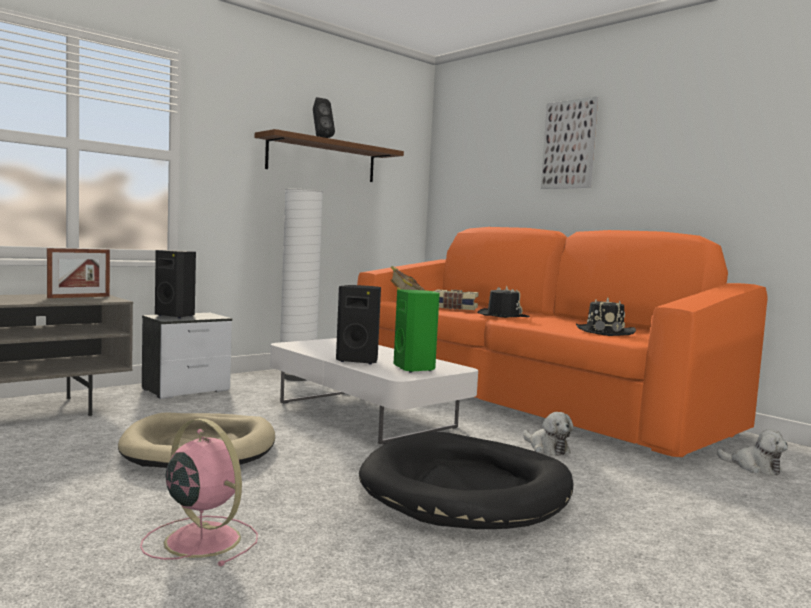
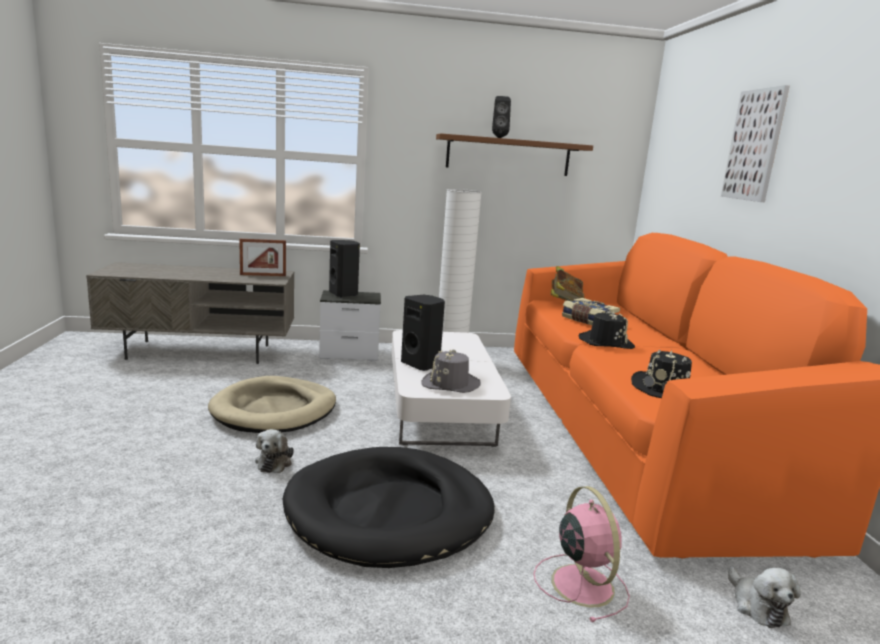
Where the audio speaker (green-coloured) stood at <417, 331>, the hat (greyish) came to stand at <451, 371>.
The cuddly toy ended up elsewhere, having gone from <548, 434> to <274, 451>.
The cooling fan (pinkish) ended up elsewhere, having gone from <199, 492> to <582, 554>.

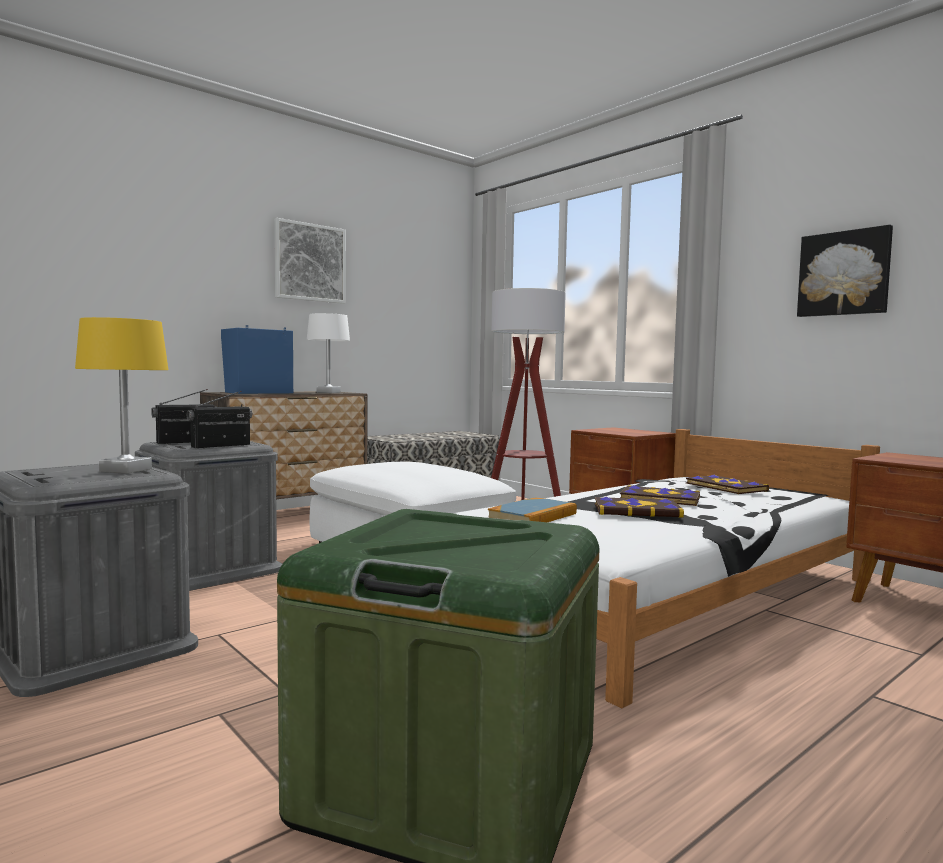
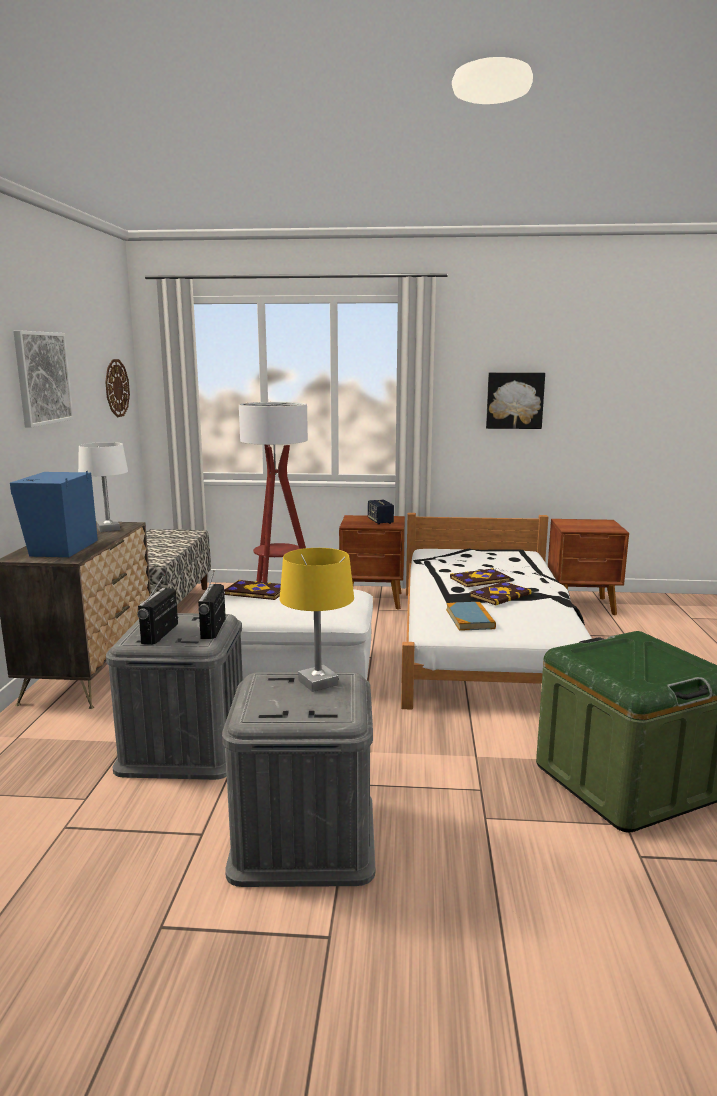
The volume ended up elsewhere, having gone from <727, 484> to <252, 590>.
The second view gained the wall clock at <117, 388>.
The second view gained the audio speaker at <381, 512>.

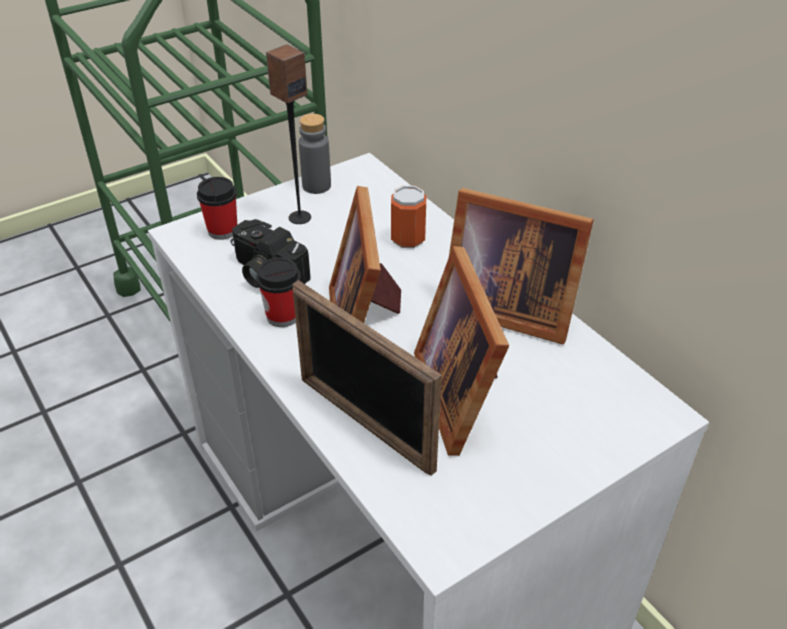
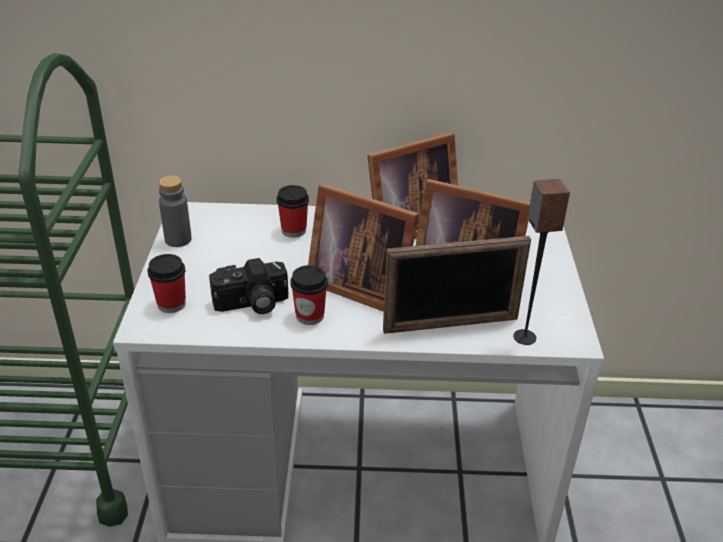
The audio speaker ended up elsewhere, having gone from <288, 134> to <541, 262>.
Where the metal can stood at <408, 216>, the cup came to stand at <292, 211>.

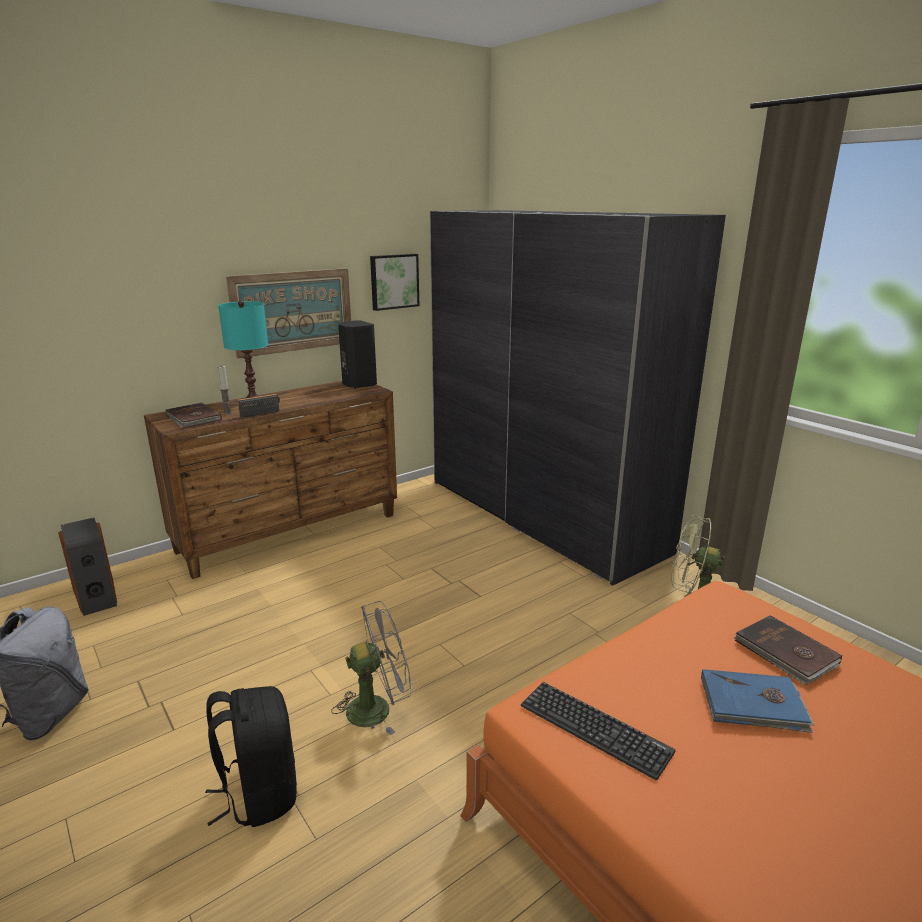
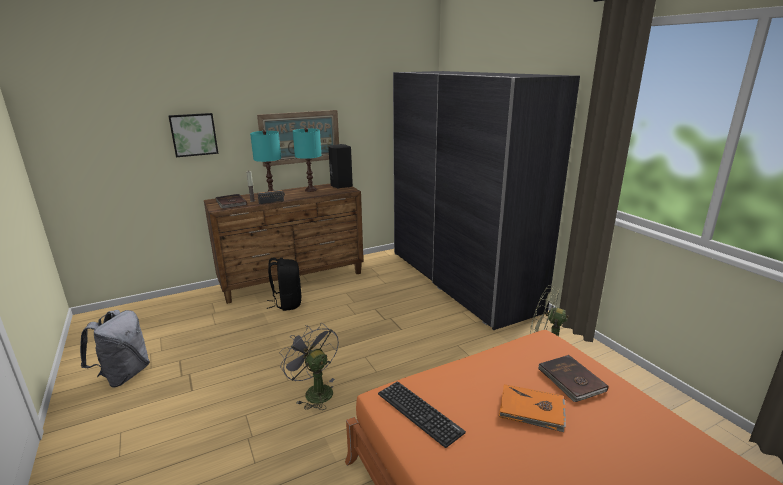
The wall art ended up elsewhere, having gone from <394, 282> to <193, 135>.
The second view lost the audio speaker at <87, 567>.
The cooling fan (greyish) at <371, 668> ended up facing another way, 120 degrees counterclockwise from before.
What was the volume (bluish) at <757, 701> turned into the volume (orangey) at <532, 408>.
The rucksack (blackish) ended up elsewhere, having gone from <251, 756> to <284, 284>.
The second view gained the table lamp (blue-green) at <307, 160>.

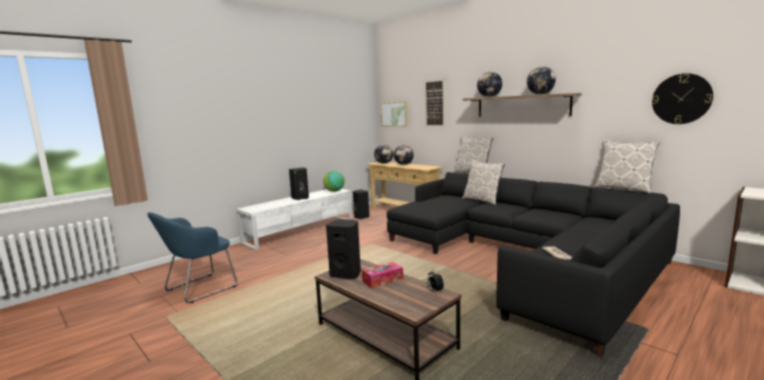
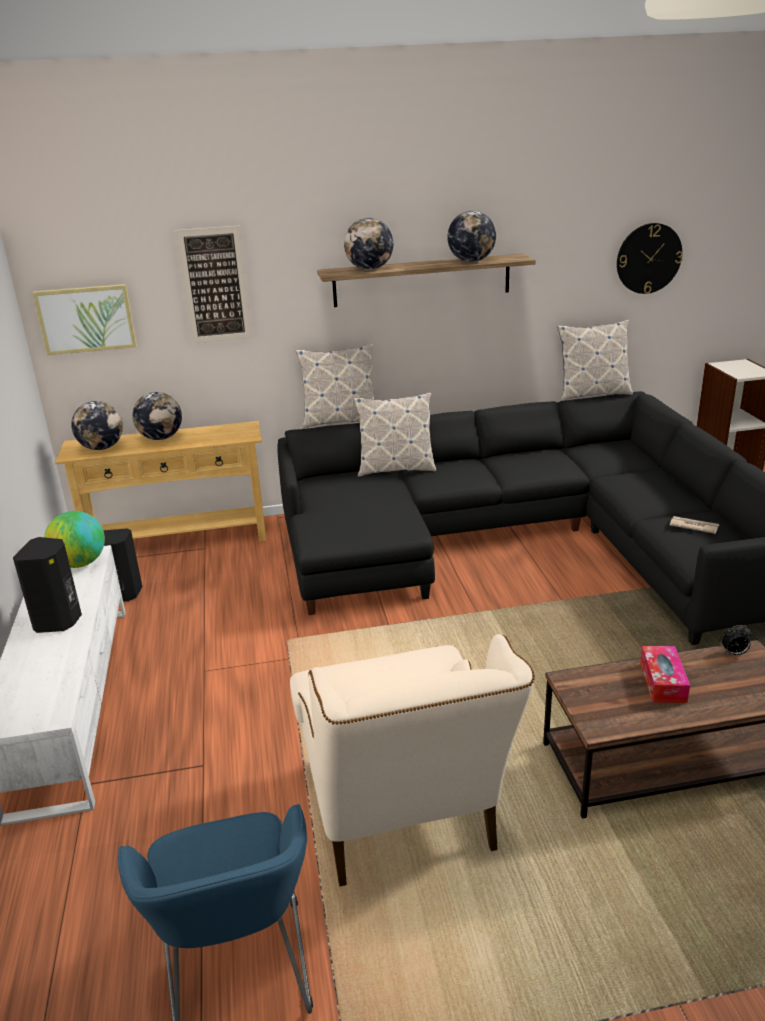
The second view lost the audio speaker (blackish) at <343, 249>.
The second view gained the lounge chair (sand-coloured) at <412, 760>.

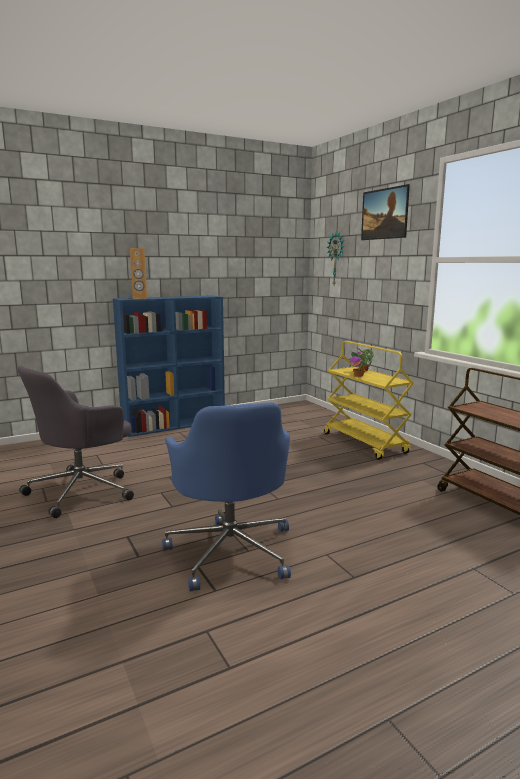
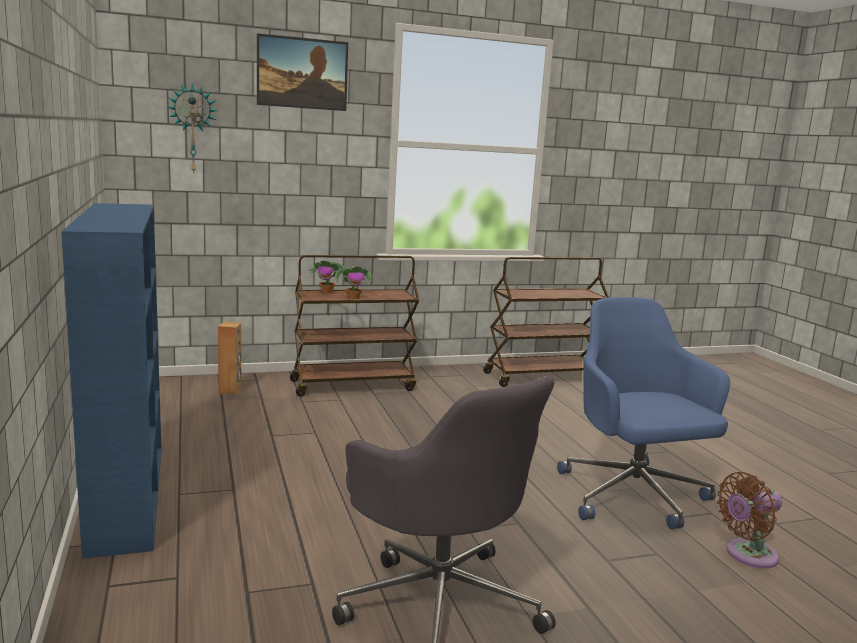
The audio speaker (brownish) ended up elsewhere, having gone from <138, 273> to <229, 358>.
What was the trolley (yellow-coloured) at <369, 400> turned into the trolley (brownish) at <354, 326>.
The desk chair (bluish) at <226, 497> ended up facing another way, 105 degrees counterclockwise from before.
The second view gained the cooling fan (brownish) at <749, 520>.

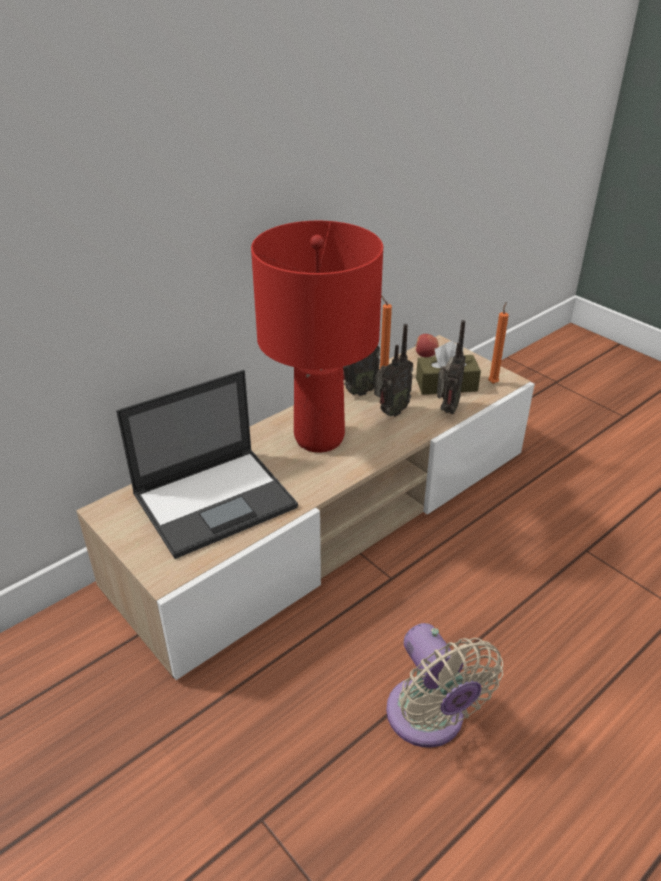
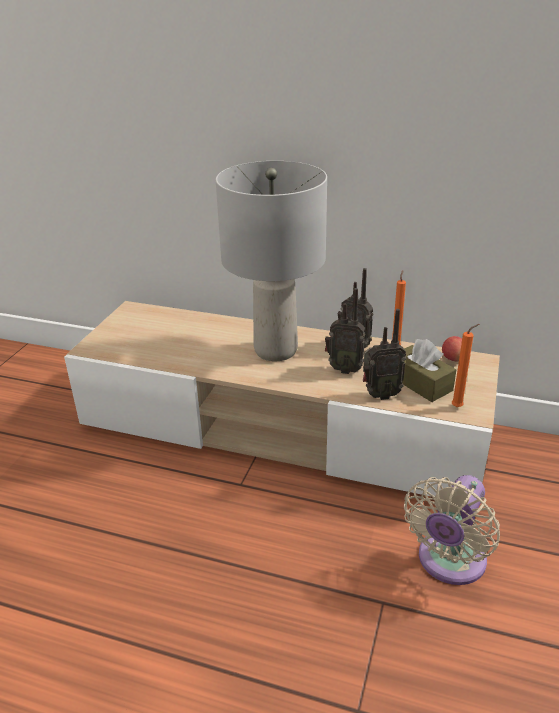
What was the table lamp (reddish) at <317, 336> turned into the table lamp (greyish) at <271, 261>.
The second view lost the portable computer at <207, 464>.
The cooling fan (sand-coloured) ended up elsewhere, having gone from <444, 685> to <452, 530>.

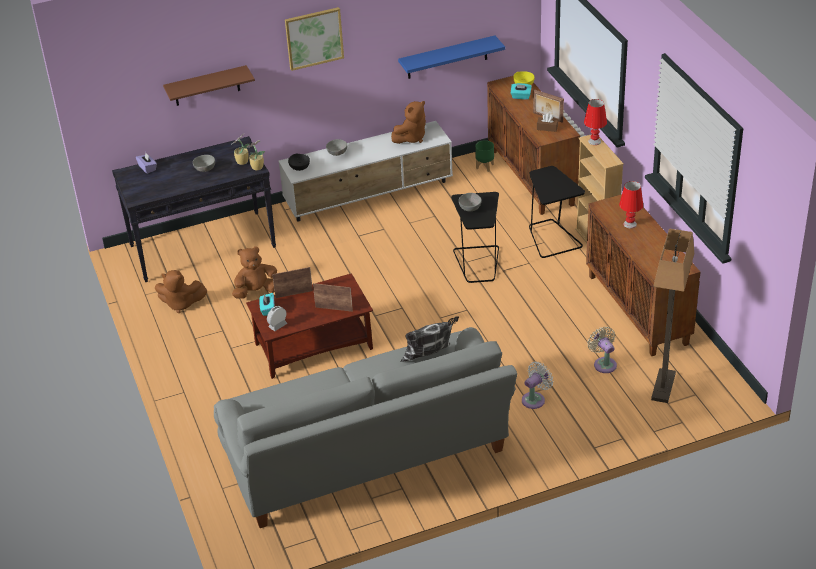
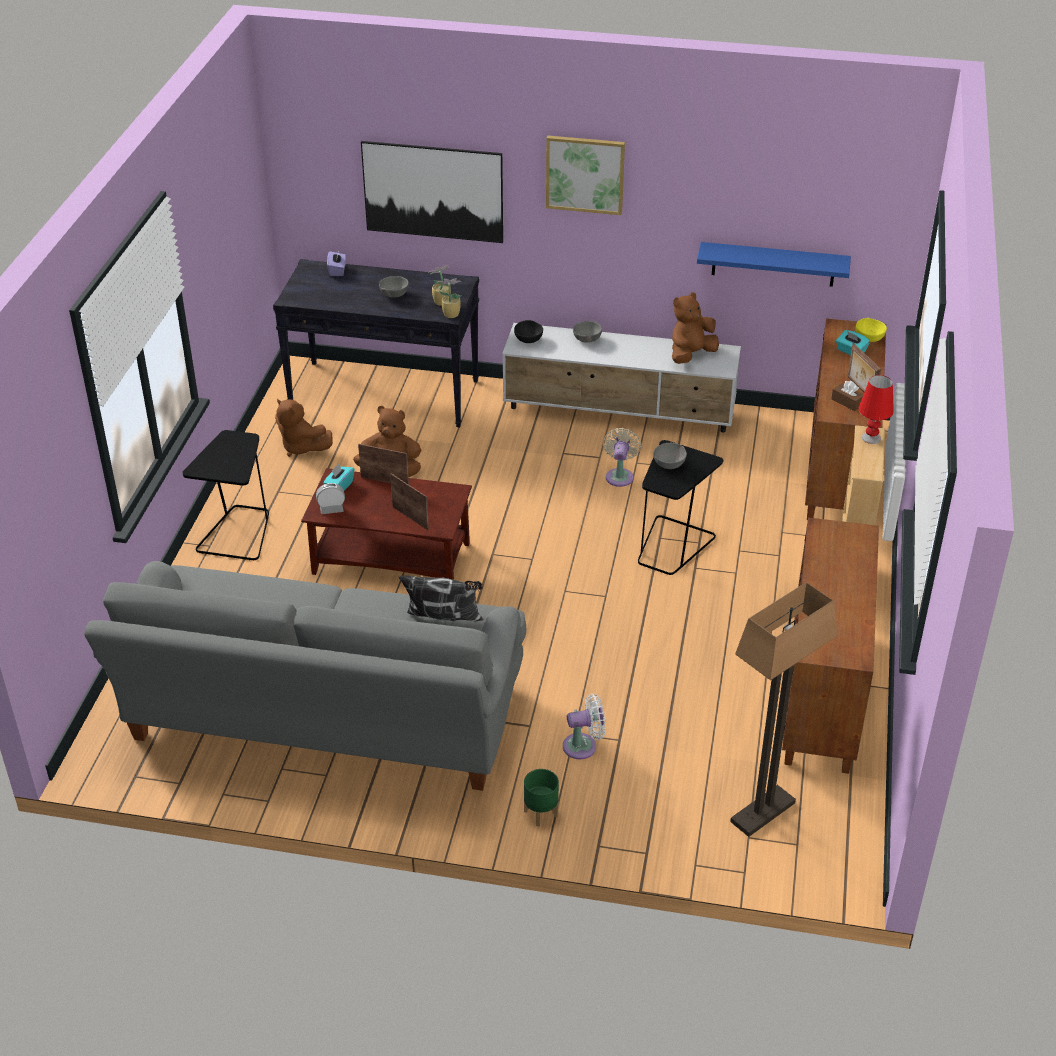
Where the bracket shelf (brownish) hung at <209, 85>, the wall art came to hang at <432, 192>.
The cuddly toy (brownish) at <408, 122> ended up facing another way, 150 degrees clockwise from before.
The plant pot (green-coloured) ended up elsewhere, having gone from <484, 156> to <541, 798>.
The accent table (blackish) ended up elsewhere, having gone from <557, 212> to <225, 495>.
The second view lost the table lamp (reddish) at <631, 204>.
The cooling fan (sand-coloured) ended up elsewhere, having gone from <602, 350> to <622, 457>.

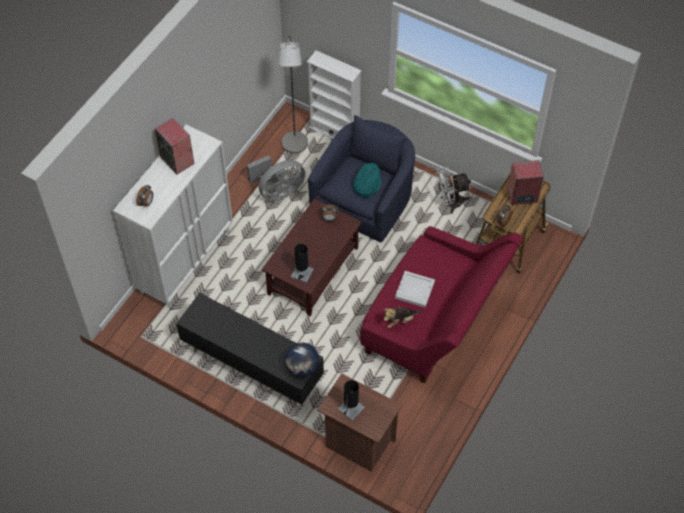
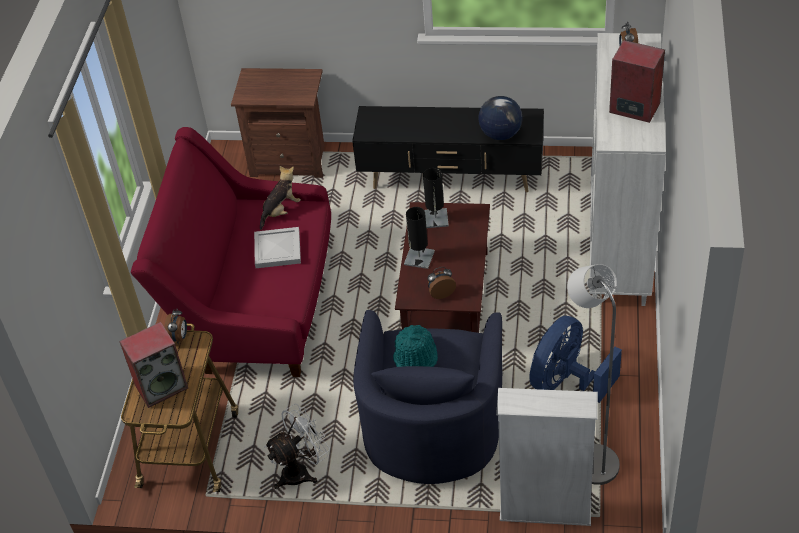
What was the cooling fan (greyish) at <276, 178> turned into the cooling fan (bluish) at <575, 359>.
The world globe ended up elsewhere, having gone from <302, 360> to <500, 118>.
The table lamp (blackish) ended up elsewhere, having gone from <351, 400> to <419, 238>.

